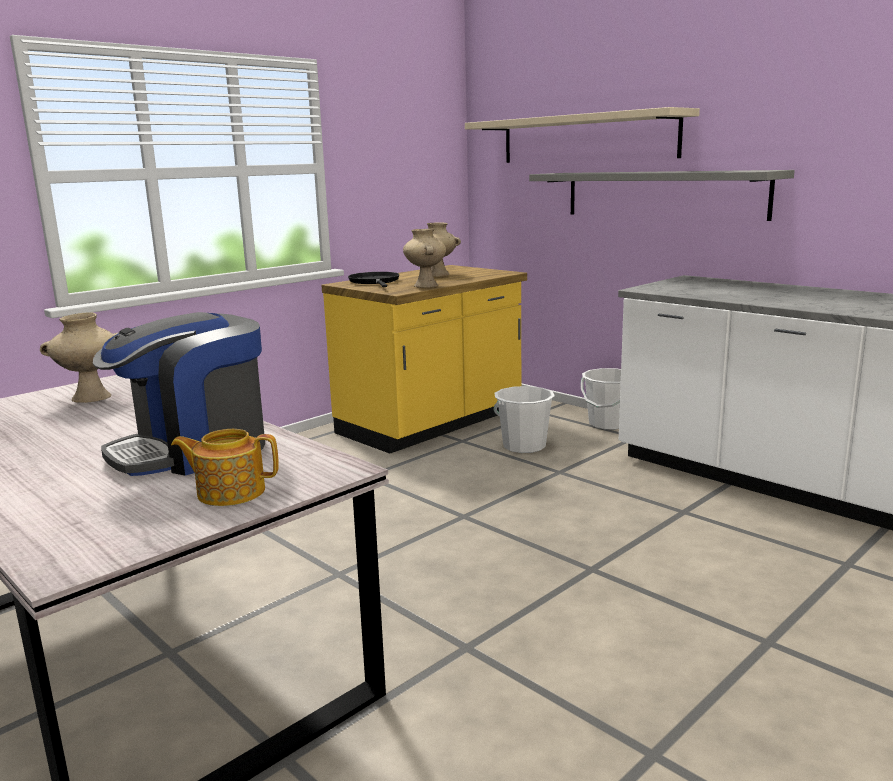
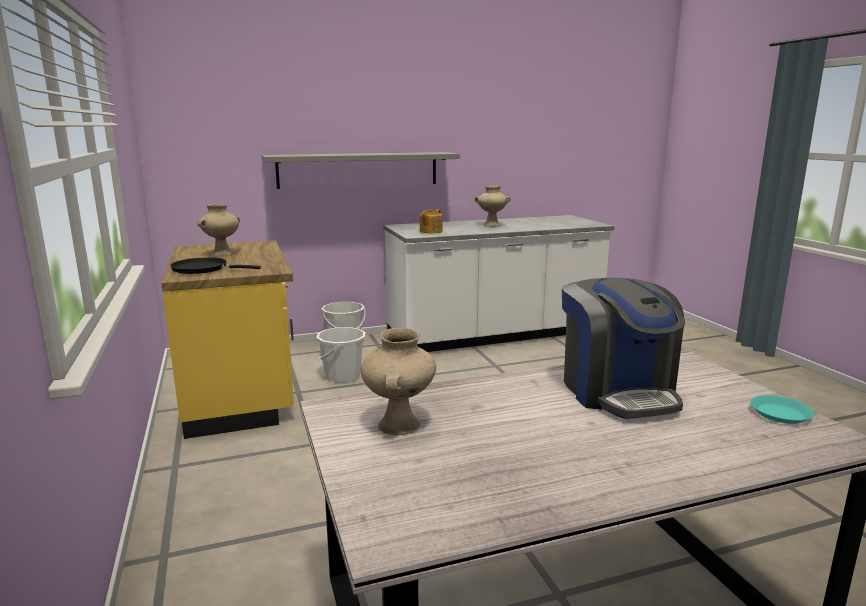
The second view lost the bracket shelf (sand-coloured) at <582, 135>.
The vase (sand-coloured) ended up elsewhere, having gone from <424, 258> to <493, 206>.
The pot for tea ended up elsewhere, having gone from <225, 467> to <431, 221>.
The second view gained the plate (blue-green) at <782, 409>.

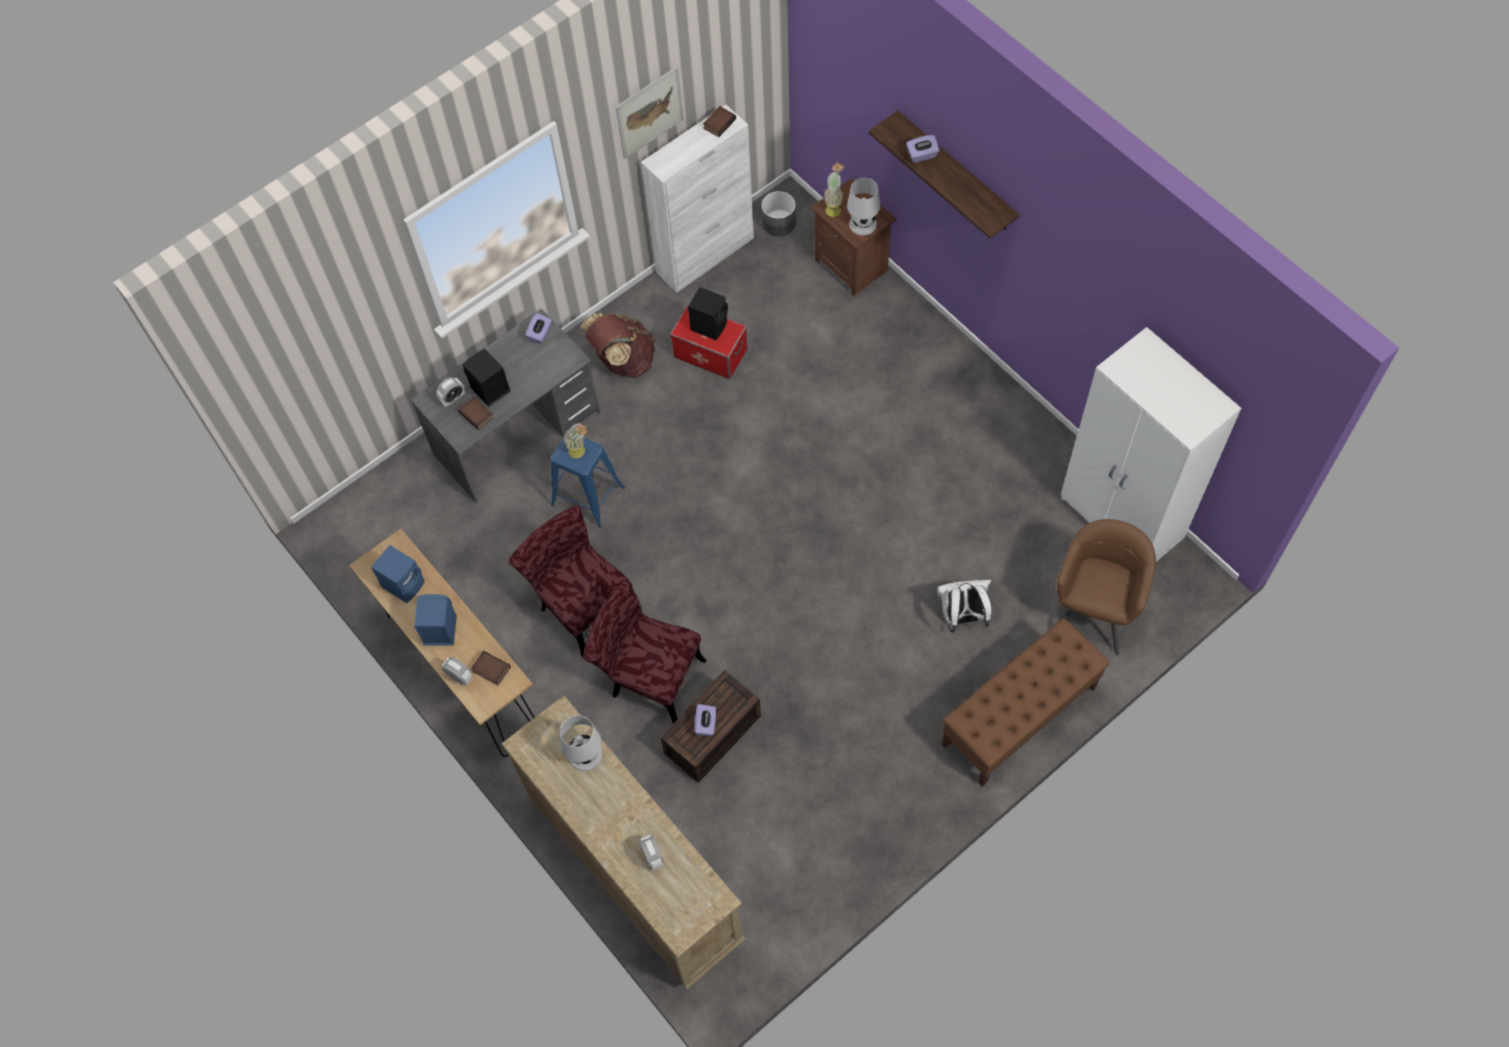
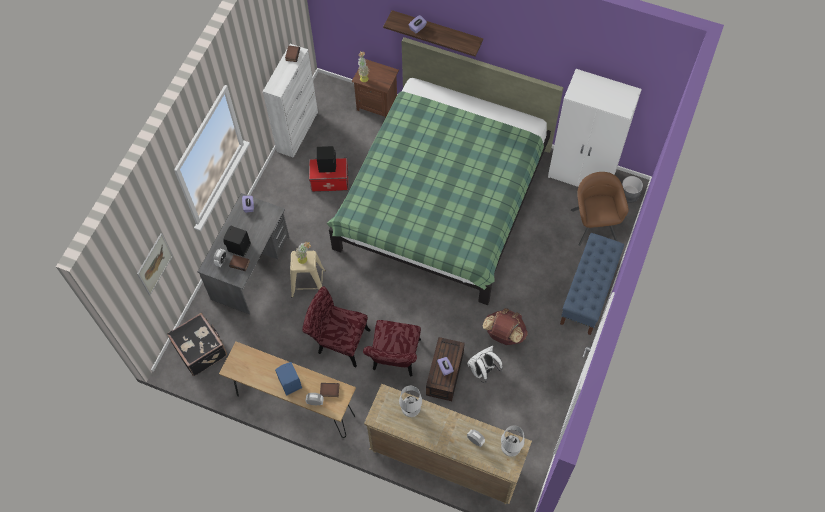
The wall art ended up elsewhere, having gone from <650, 112> to <155, 264>.
The table lamp (whitish) ended up elsewhere, having gone from <863, 206> to <513, 441>.
The plant pot (greyish) ended up elsewhere, having gone from <778, 213> to <632, 189>.
The rucksack (brownish) ended up elsewhere, having gone from <617, 345> to <505, 326>.
What was the stool seat (bluish) at <588, 481> turned into the stool seat (sand-coloured) at <308, 274>.
The second view lost the audio speaker (bluish) at <398, 574>.
The upright chair (reddish) at <644, 652> ended up facing another way, 75 degrees counterclockwise from before.
The rucksack (whitish) ended up elsewhere, having gone from <964, 606> to <485, 364>.
What was the indoor bench (brownish) at <1026, 702> turned into the indoor bench (bluish) at <592, 284>.
The second view gained the bedroom bed (green-coloured) at <444, 171>.
The second view gained the piece of luggage (blackish) at <197, 344>.

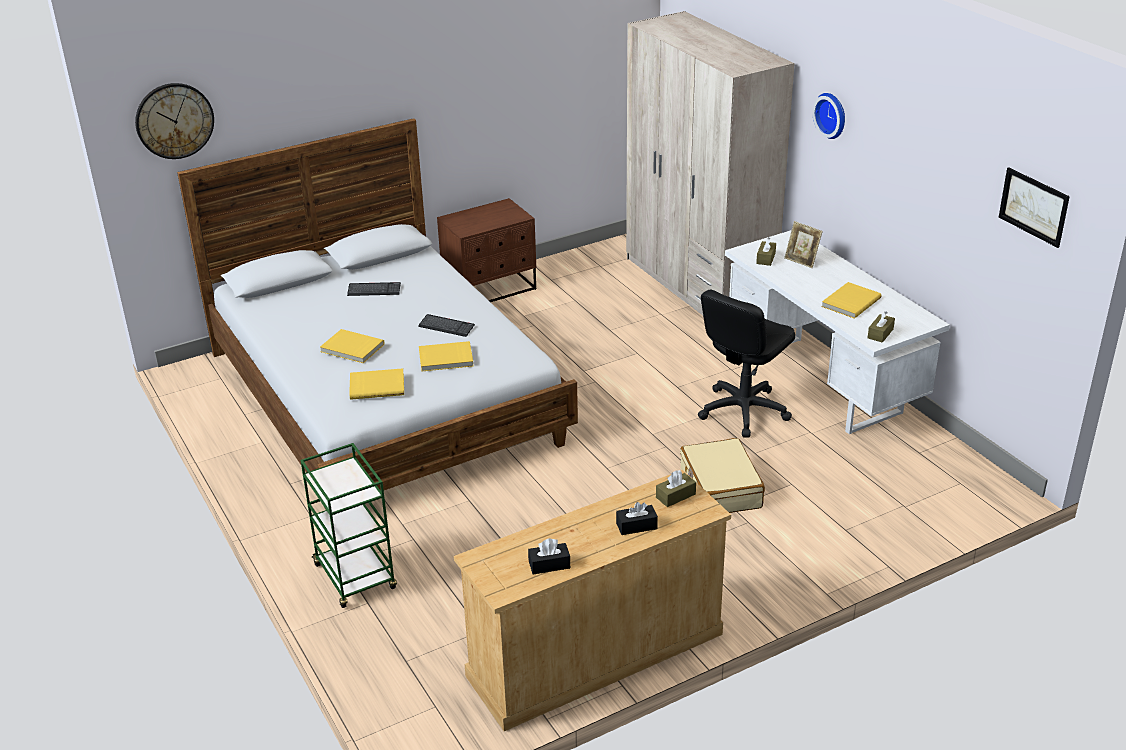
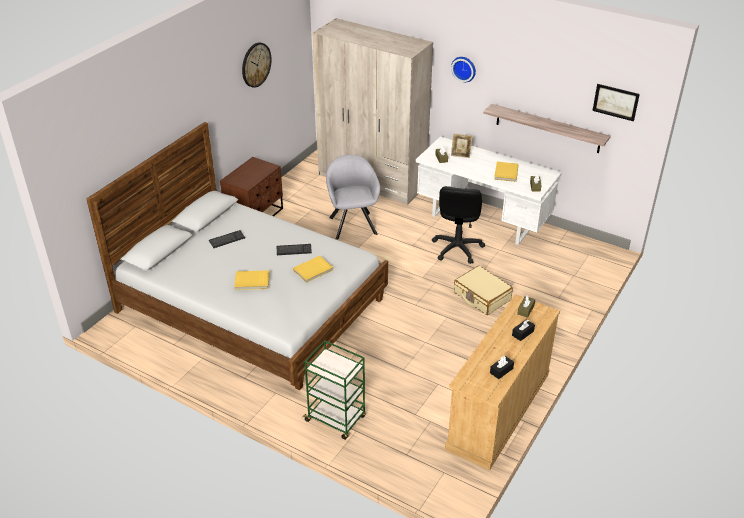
The wall clock ended up elsewhere, having gone from <174, 121> to <257, 65>.
The second view lost the volume (yellow-coloured) at <376, 384>.
The second view gained the bracket shelf at <547, 128>.
The second view gained the lounge chair (greyish) at <353, 197>.

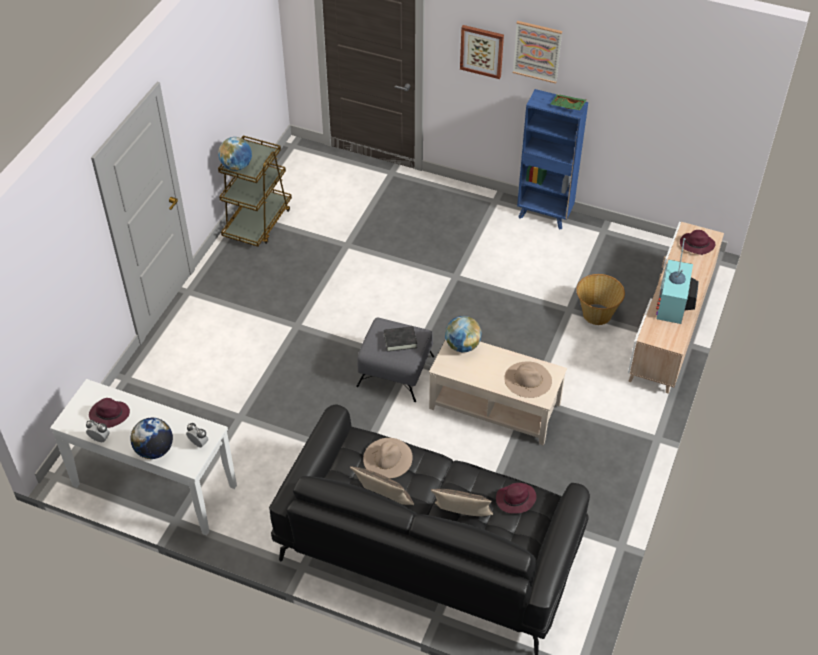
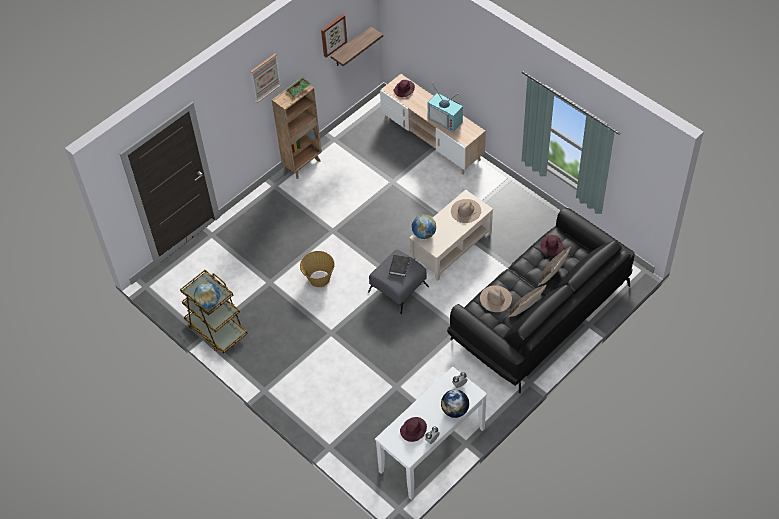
The wall art ended up elsewhere, having gone from <482, 52> to <334, 35>.
What was the bookshelf (bluish) at <552, 159> turned into the bookshelf (brownish) at <297, 128>.
The household basket ended up elsewhere, having gone from <600, 299> to <317, 269>.
The second view gained the bracket shelf at <357, 46>.

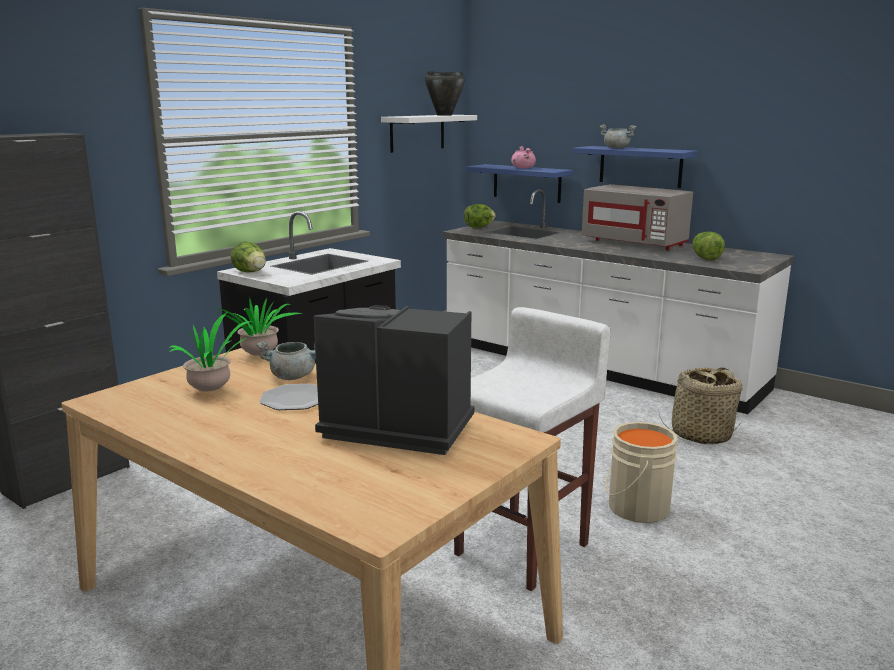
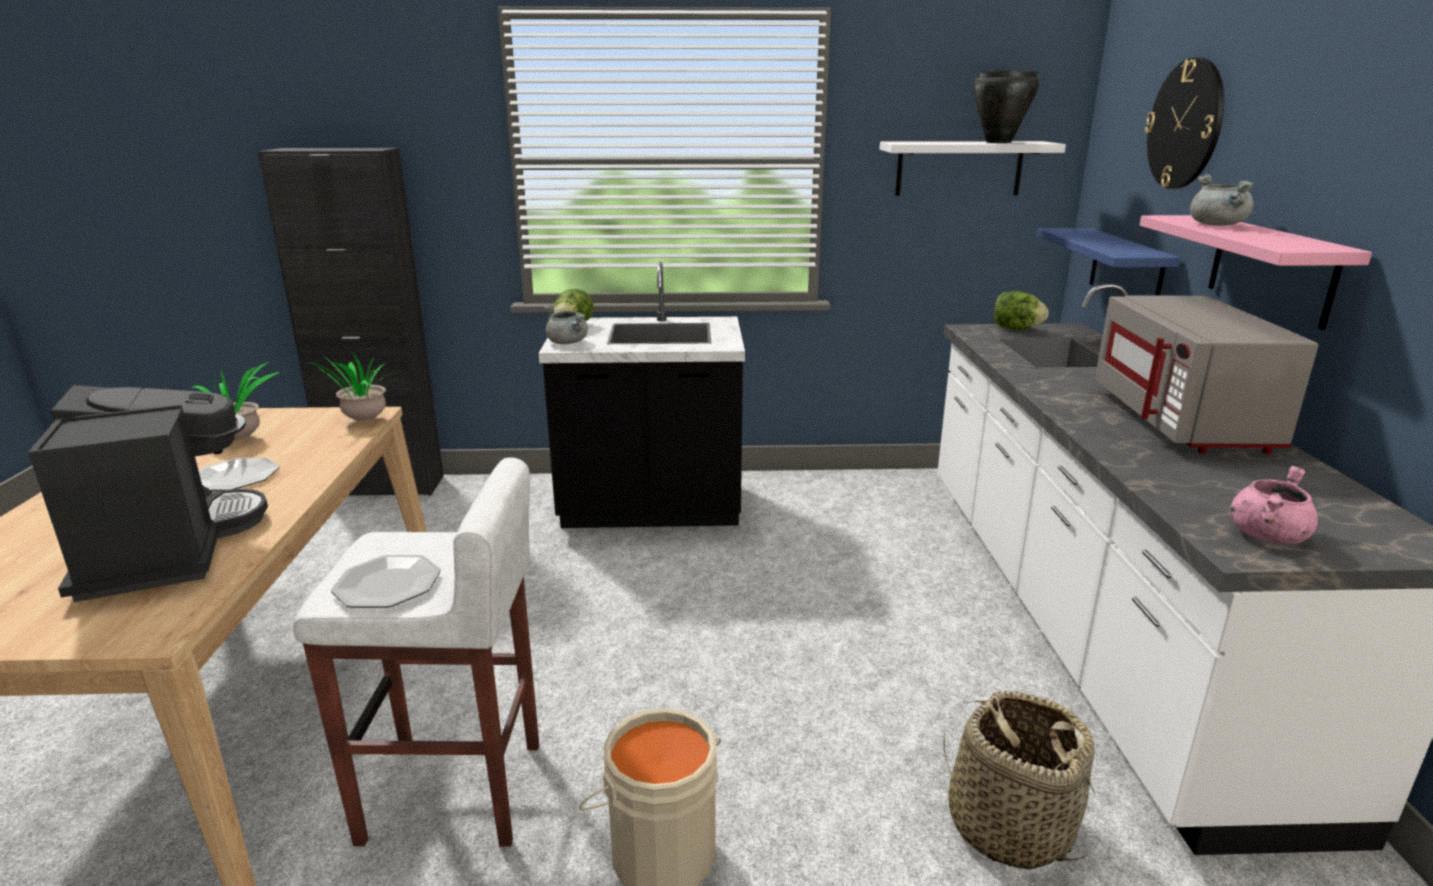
The stockpot (pinkish) ended up elsewhere, having gone from <523, 157> to <1274, 505>.
What was the bracket shelf (bluish) at <635, 167> turned into the bracket shelf (pinkish) at <1255, 272>.
The second view lost the lettuce head at <708, 246>.
The stockpot (greyish) ended up elsewhere, having gone from <286, 360> to <566, 324>.
The second view gained the wall clock at <1184, 123>.
The second view gained the plate at <386, 581>.

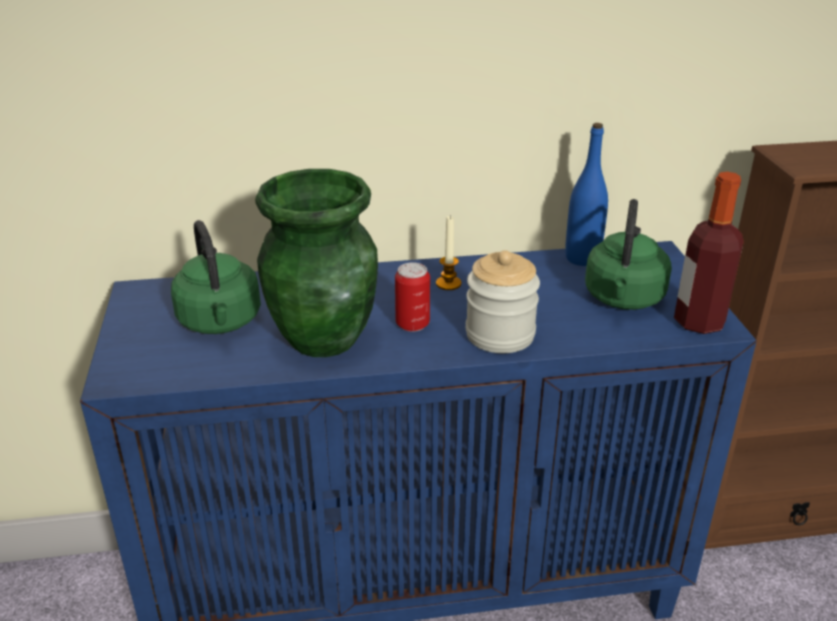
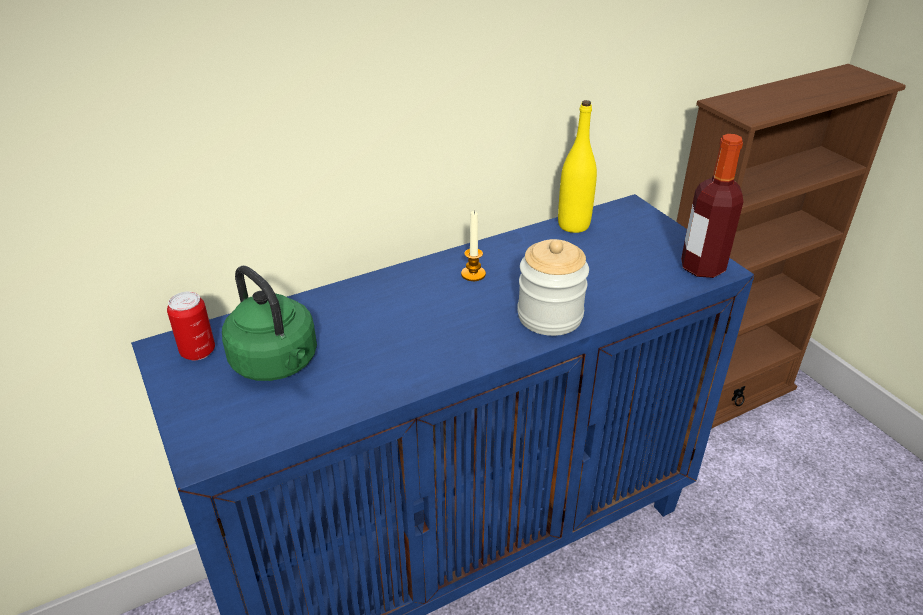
What was the bottle (bluish) at <586, 194> turned into the bottle (yellow-coloured) at <577, 166>.
The second view lost the vase (green-coloured) at <316, 263>.
The second view lost the kettle (green-coloured) at <628, 254>.
The metal can ended up elsewhere, having gone from <412, 297> to <191, 325>.

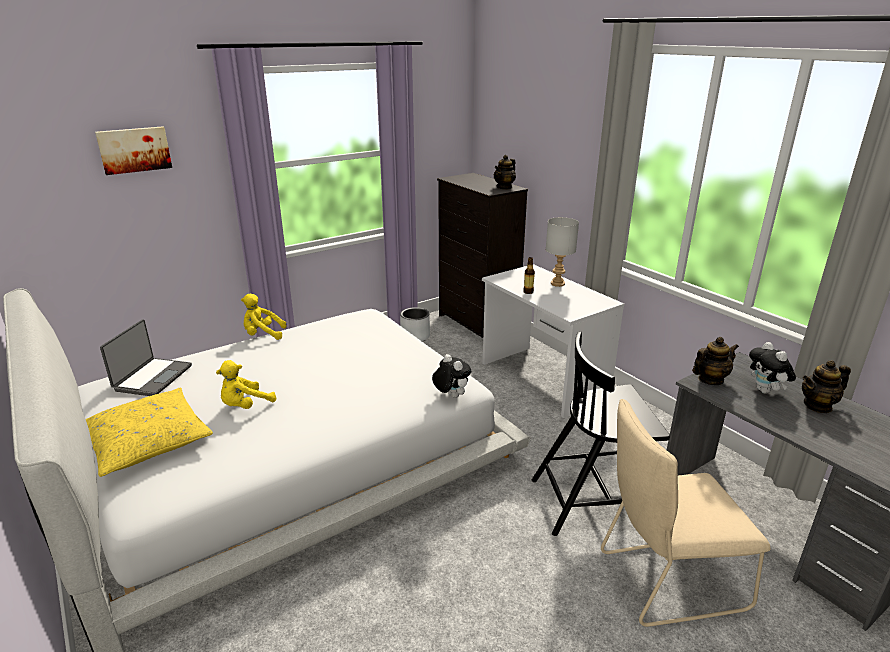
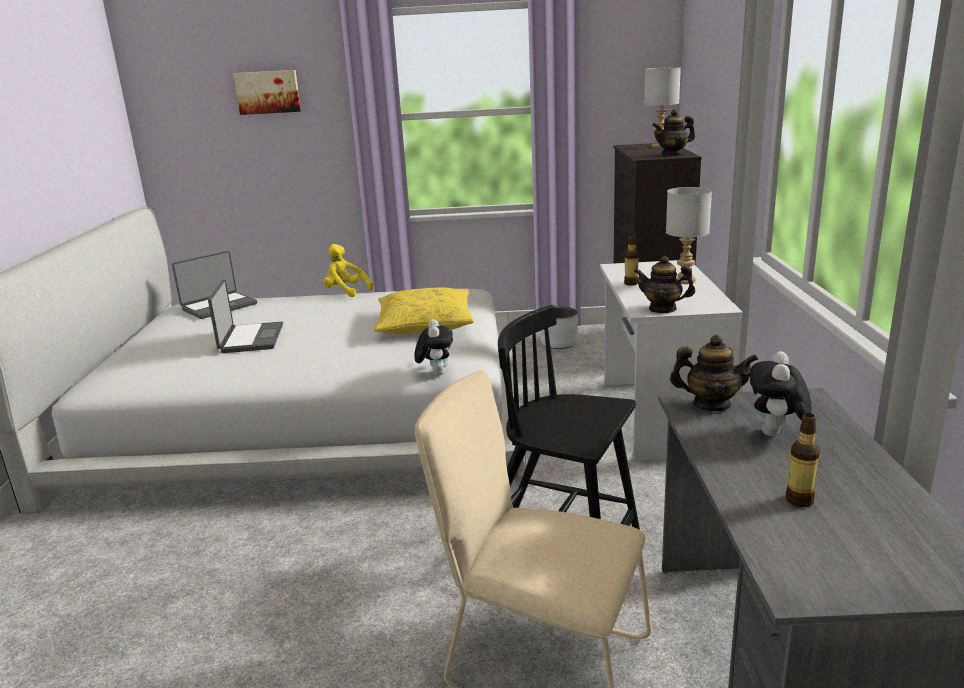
Where the cuddly toy (yellow-coloured) stood at <246, 384>, the portable computer came to stand at <245, 316>.
The pot for tea ended up elsewhere, having gone from <826, 386> to <664, 284>.
The cushion (yellow-coloured) ended up elsewhere, having gone from <149, 432> to <424, 311>.
The second view gained the table lamp (greyish) at <662, 107>.
The second view gained the bottle at <803, 460>.

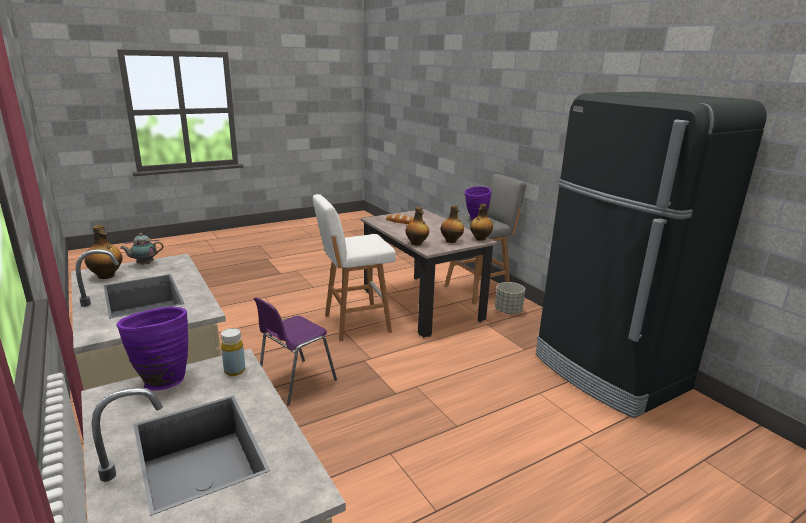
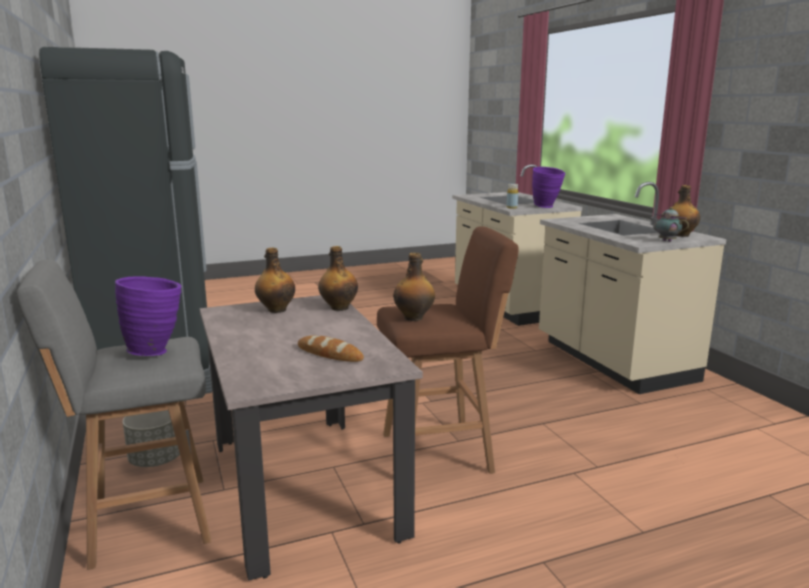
What was the stool seat (whitish) at <354, 268> turned into the stool seat (brownish) at <448, 350>.
The bottle ended up elsewhere, having gone from <481, 222> to <414, 287>.
The pot for tea at <142, 249> ended up facing another way, 120 degrees counterclockwise from before.
The second view lost the upright chair (purplish) at <295, 351>.

